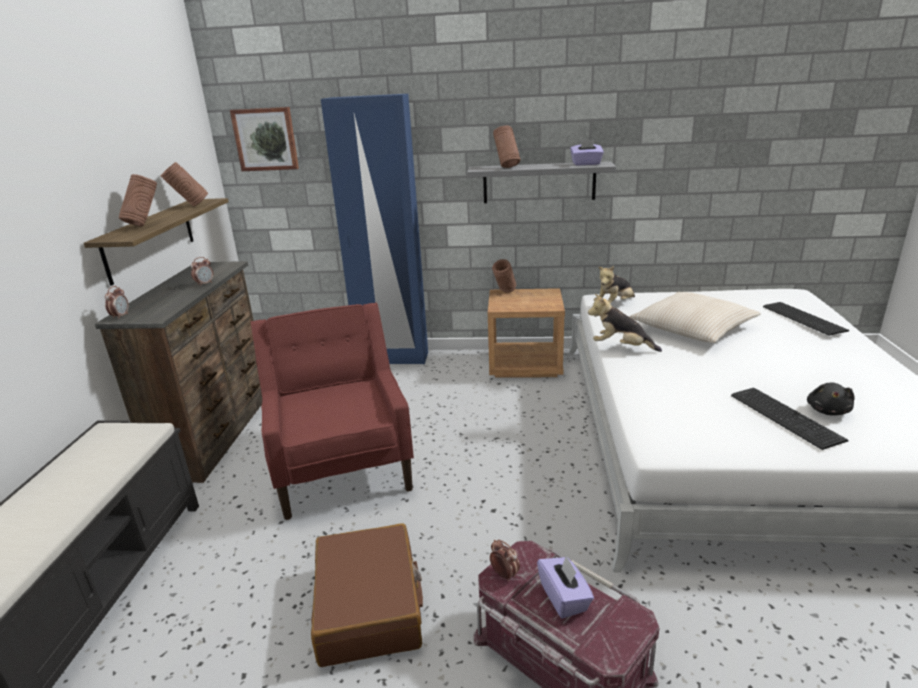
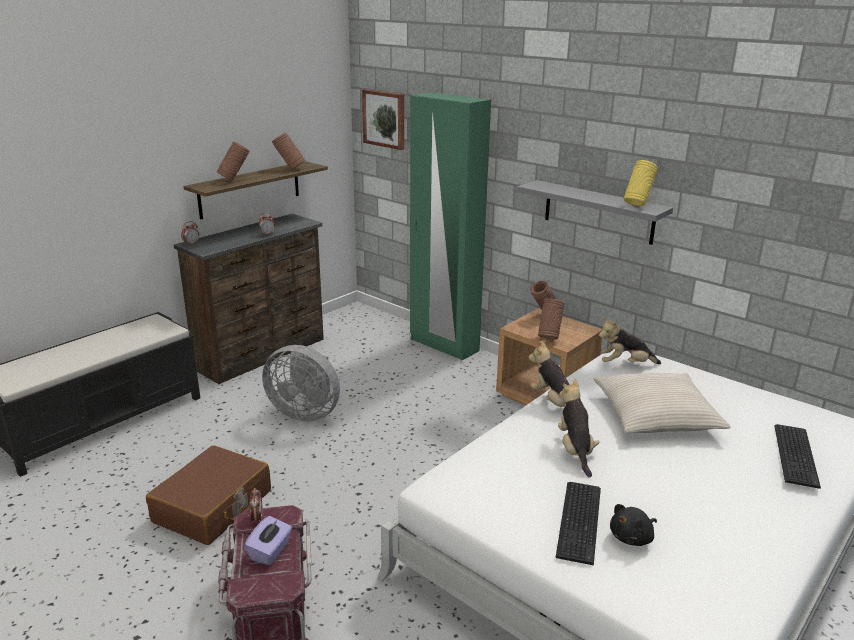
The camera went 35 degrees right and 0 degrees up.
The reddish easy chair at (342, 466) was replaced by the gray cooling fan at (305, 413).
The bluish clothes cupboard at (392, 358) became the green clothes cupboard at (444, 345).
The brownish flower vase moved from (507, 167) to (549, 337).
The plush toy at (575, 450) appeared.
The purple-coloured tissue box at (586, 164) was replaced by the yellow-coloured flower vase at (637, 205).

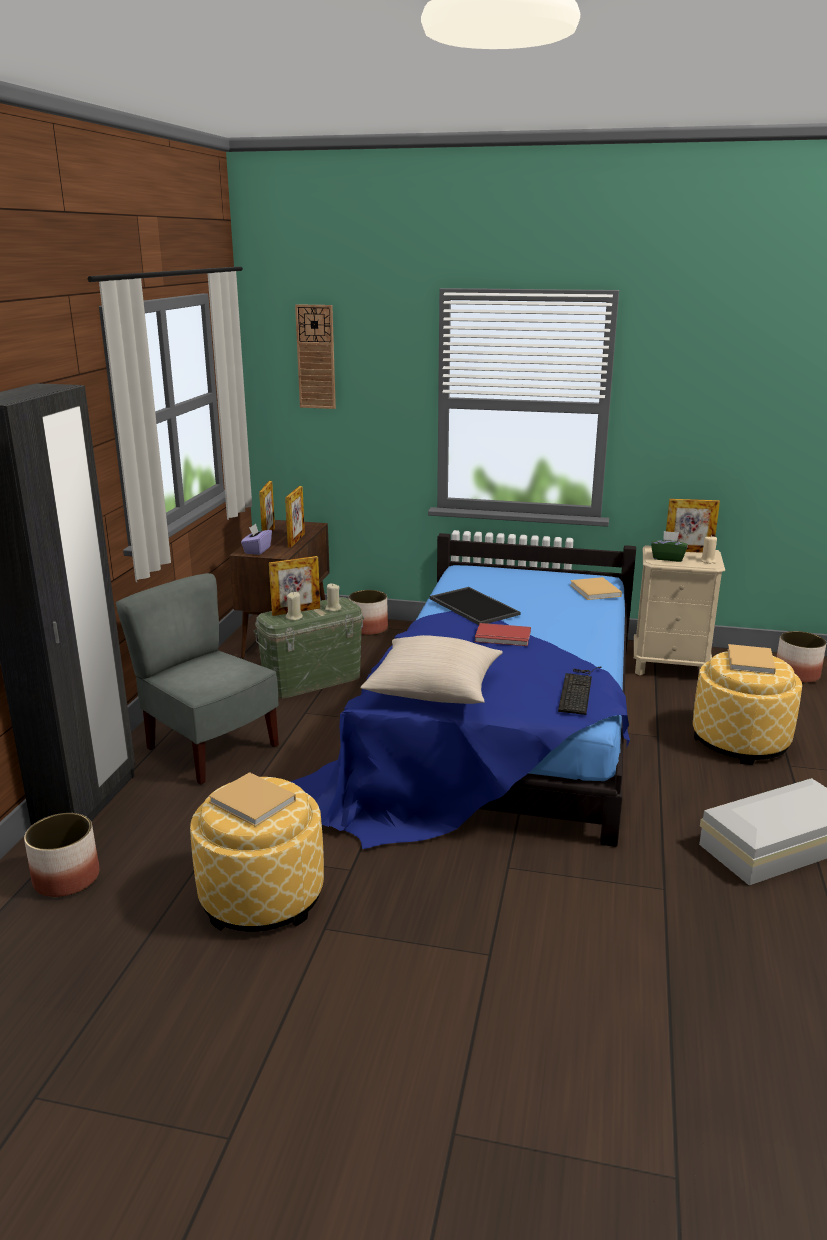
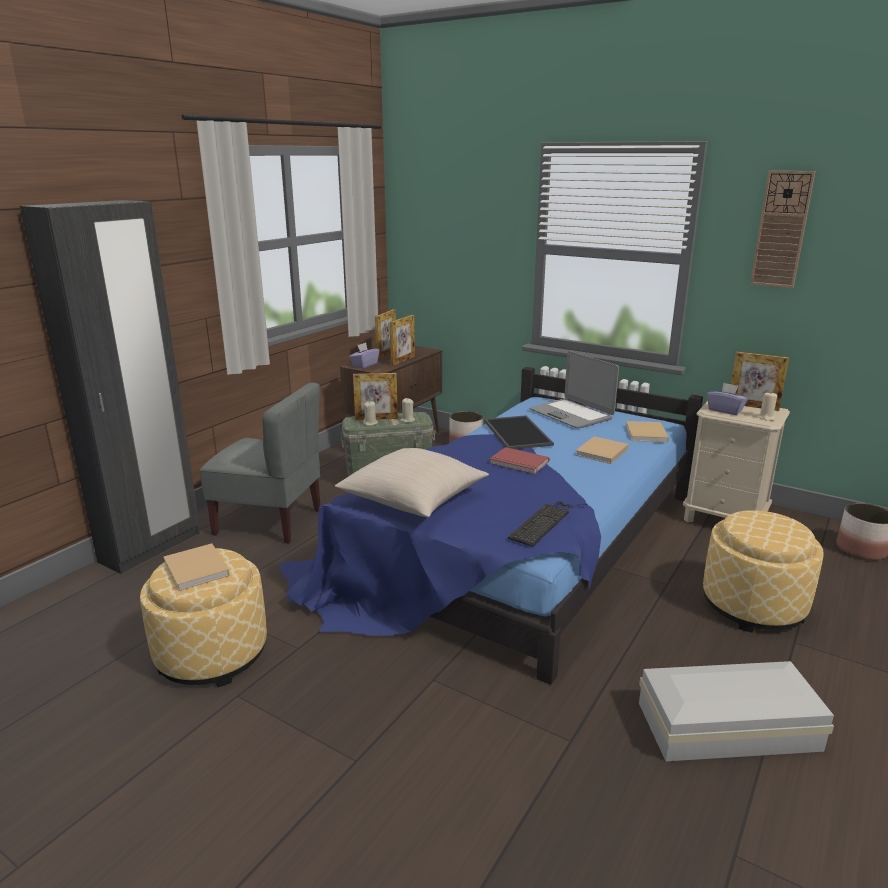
The camera went 20 degrees right and 0 degrees up.
The gray upright chair at (210, 749) turned 135 degrees clockwise.
The laptop at (571, 414) appeared.
The beige-coloured bound book moved from (750, 662) to (601, 452).
The green tissue box at (668, 558) became the purple-coloured tissue box at (725, 410).
The hanging clock moved from (316, 357) to (781, 230).
The planter at (66, 878) disappeared.

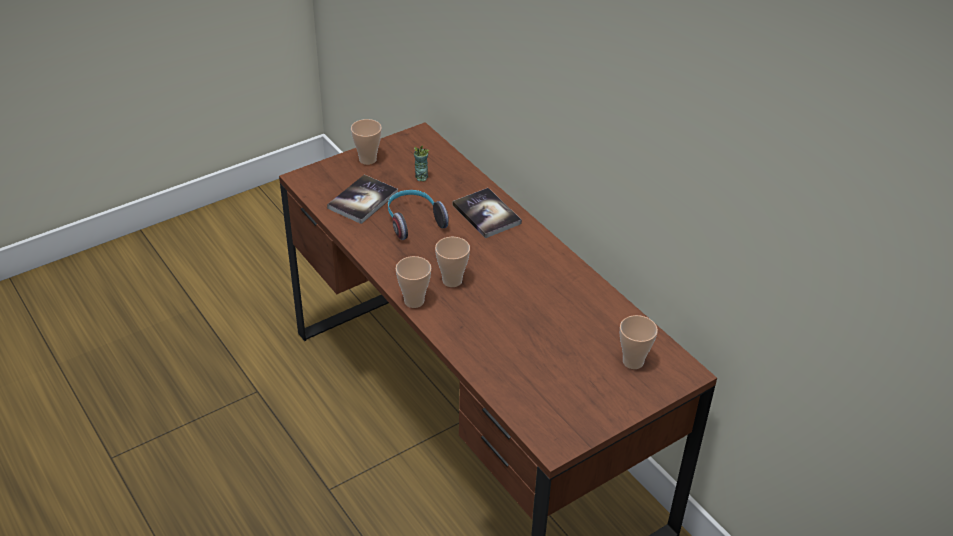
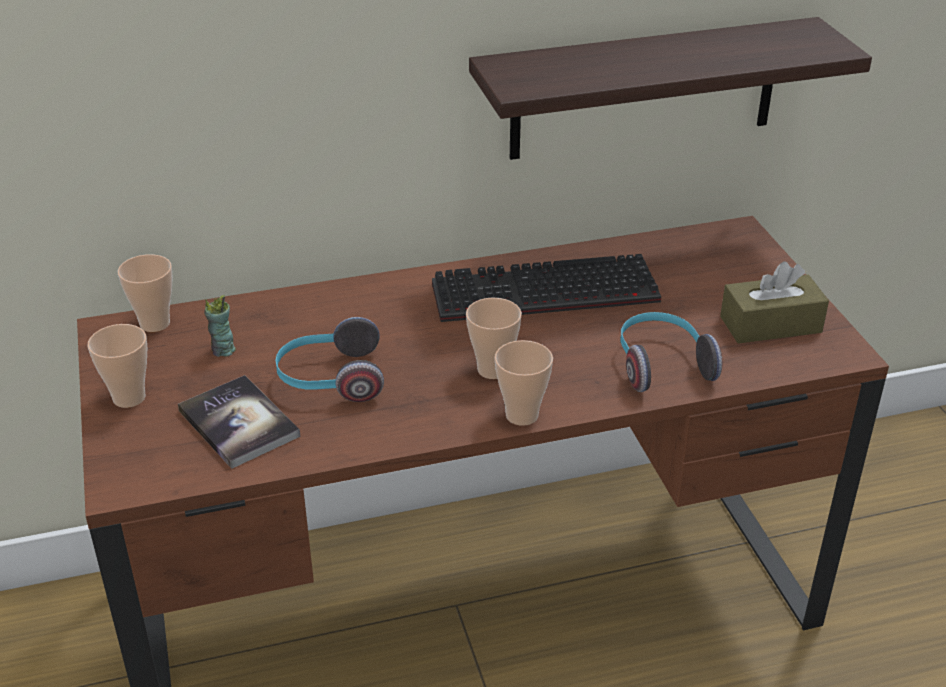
The camera went 70 degrees left and 5 degrees down.
The cup moved from (633, 361) to (155, 323).
The computer keyboard at (542, 296) appeared.
The wall shelf at (644, 89) appeared.
The pair of headphones at (661, 364) appeared.
The brownish tissue box at (770, 324) appeared.
The bound book at (486, 214) disappeared.

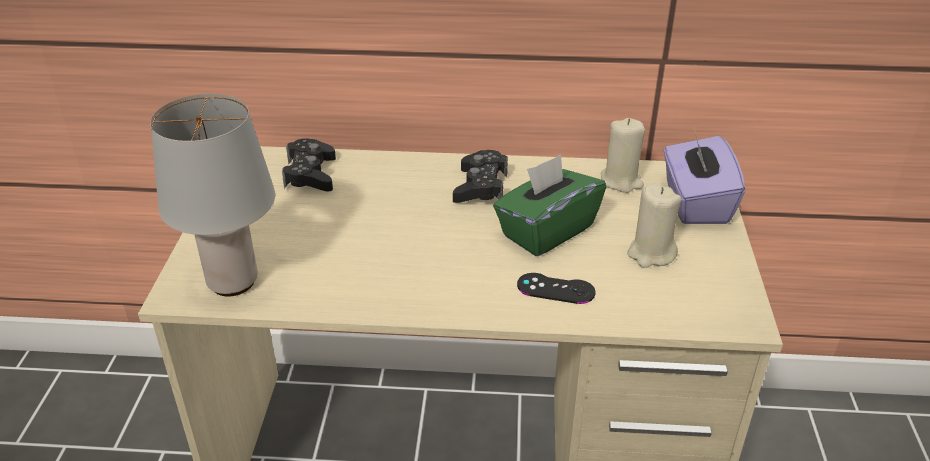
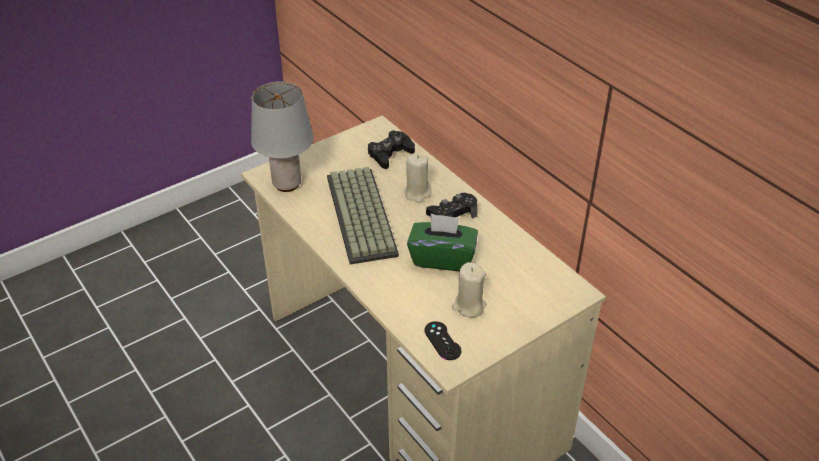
The camera went 50 degrees right and 5 degrees up.
The computer keyboard at (363, 216) appeared.
The beige-coloured wax candle moved from (621, 181) to (417, 193).
The blackish game controller moved from (555, 289) to (442, 341).
The purple-coloured tissue box at (695, 203) disappeared.

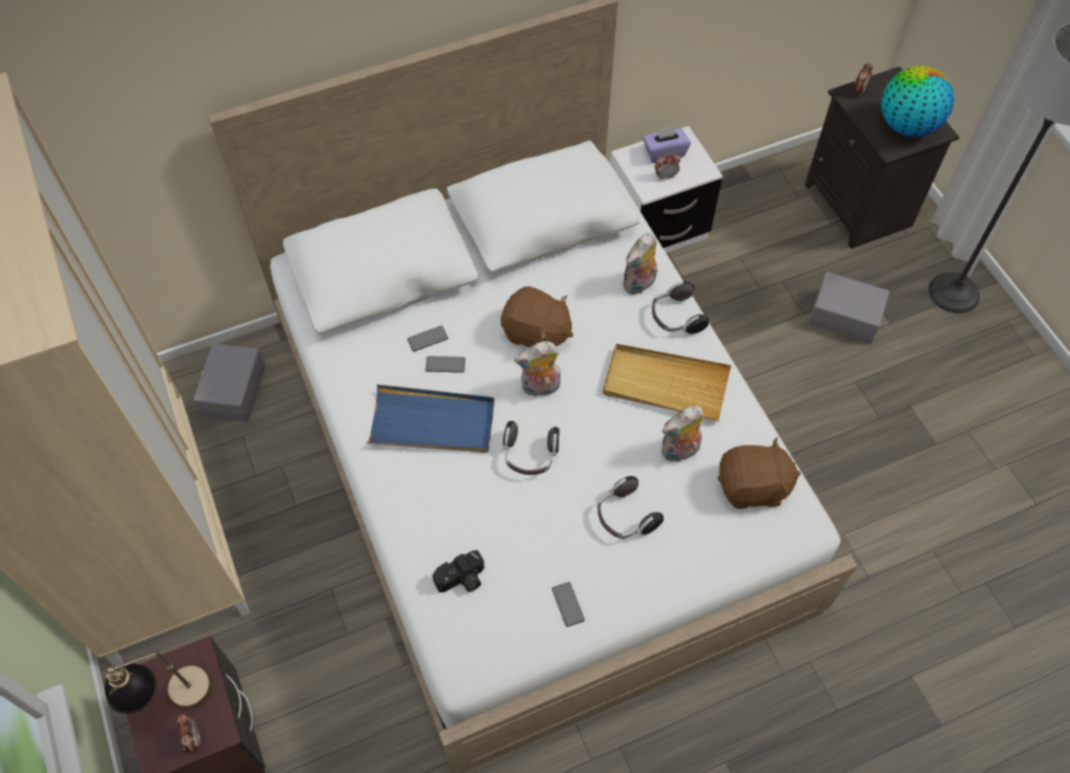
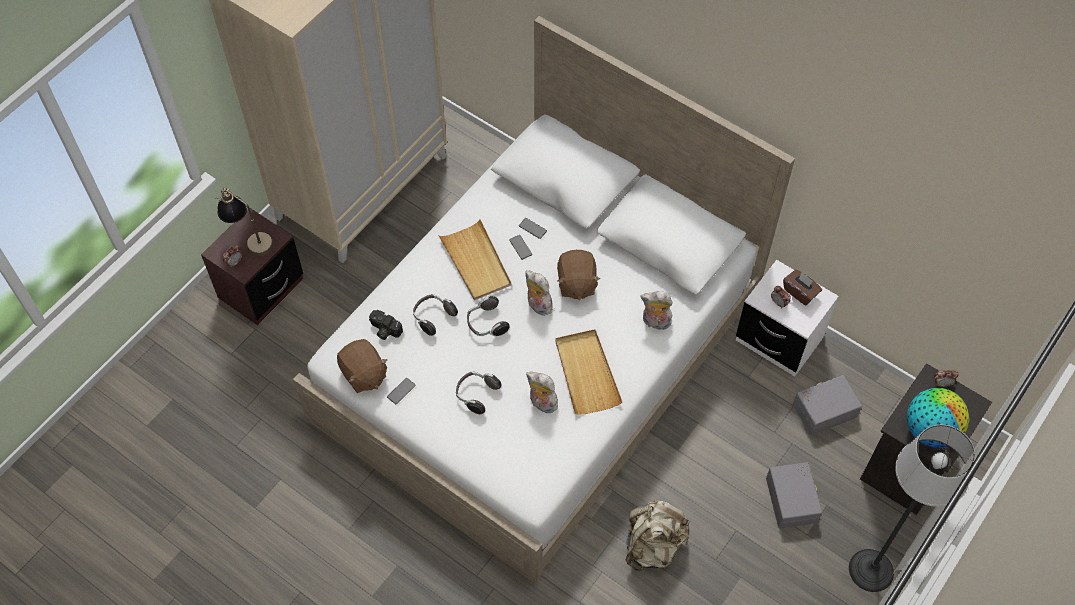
The camera went 60 degrees right and 0 degrees up.
The brownish plush toy moved from (753, 487) to (363, 374).
The pair of headphones moved from (676, 318) to (433, 317).
The bluish serving tray at (432, 423) became the beige-coloured serving tray at (476, 262).
The beige-coloured knapsack at (653, 545) appeared.
The purple-coloured tissue box at (664, 153) became the brownish tissue box at (800, 292).
The gray storage bin moved from (232, 390) to (824, 409).

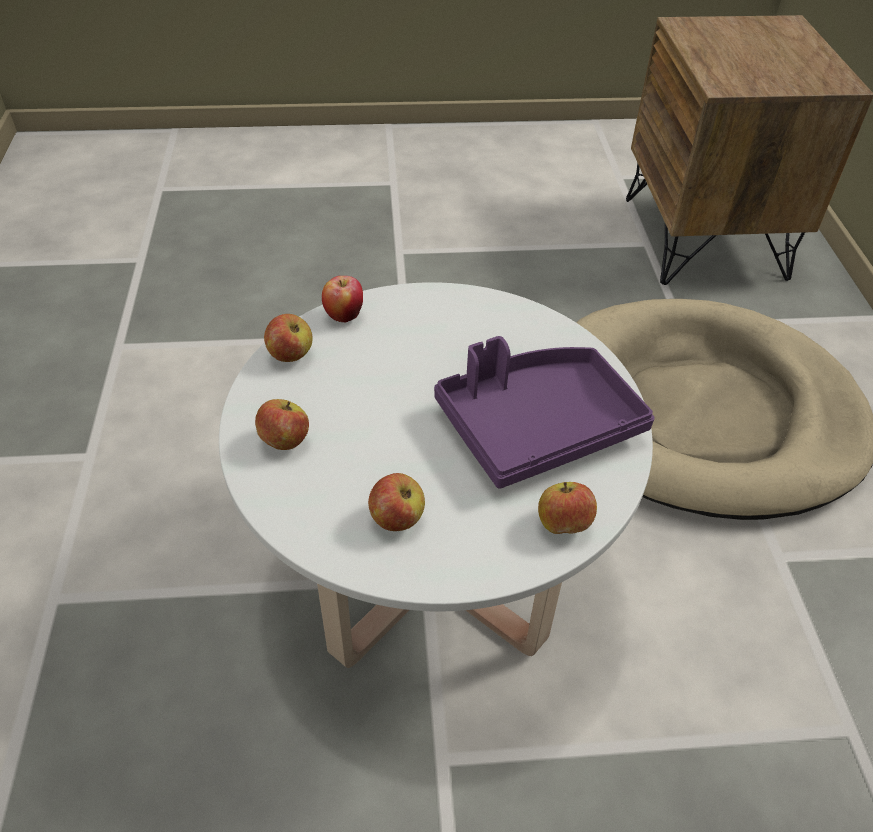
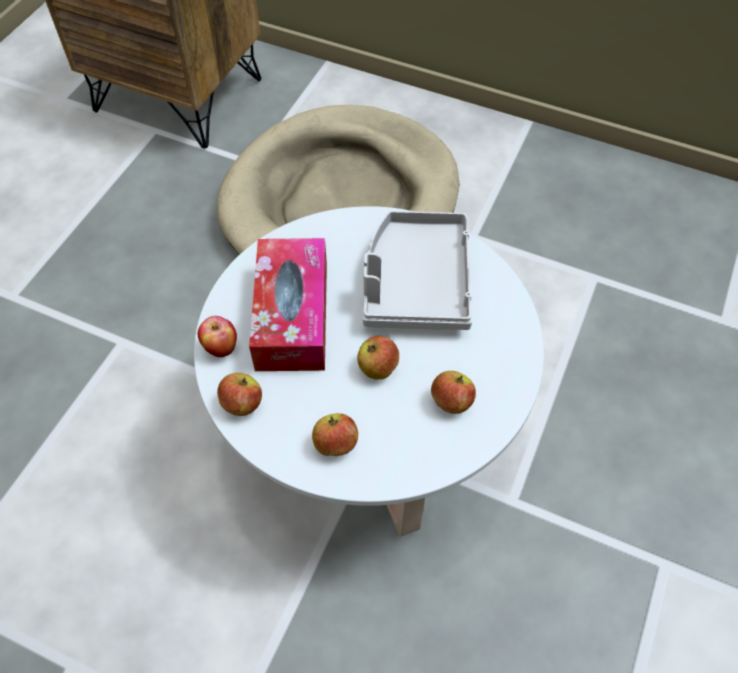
The camera went 60 degrees left and 10 degrees up.
The tissue box at (292, 316) appeared.
The apple fruit moved from (563, 524) to (378, 368).
The purple-coloured serving tray at (537, 426) became the gray serving tray at (416, 282).

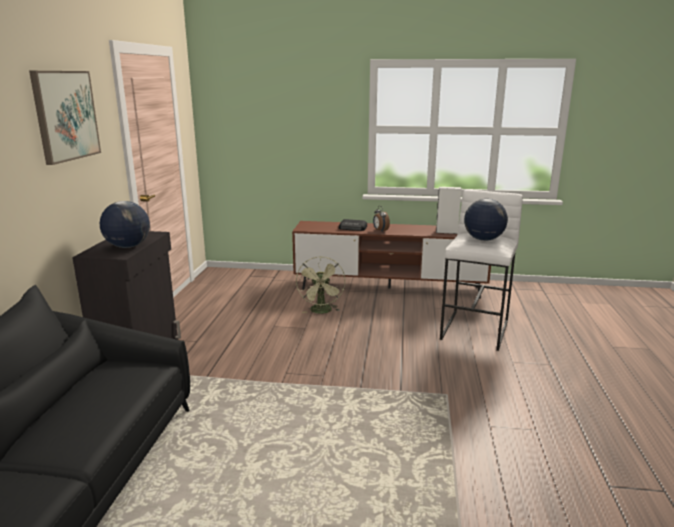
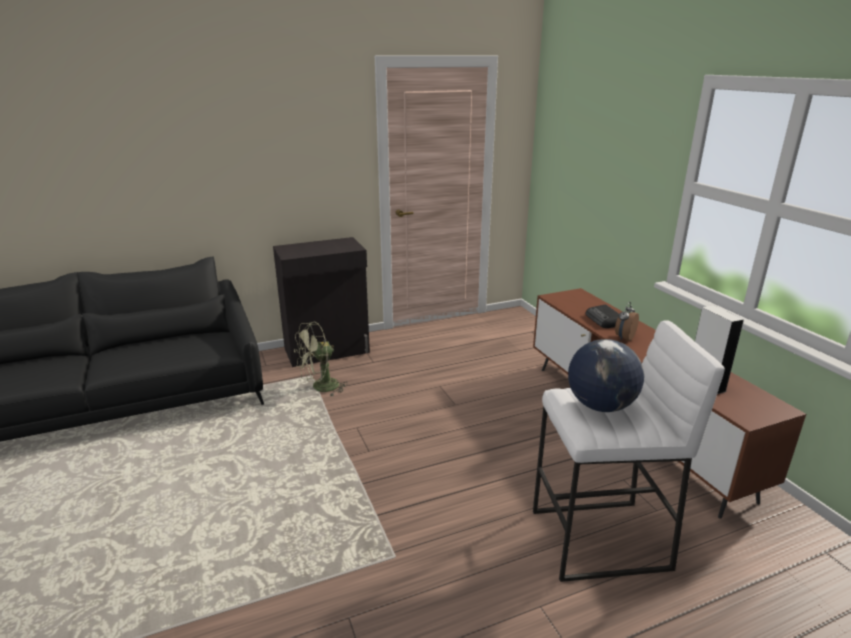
The camera went 60 degrees right and 5 degrees up.
The green cooling fan moved from (322, 312) to (320, 388).
The wall art at (65, 115) disappeared.
The globe at (127, 246) disappeared.

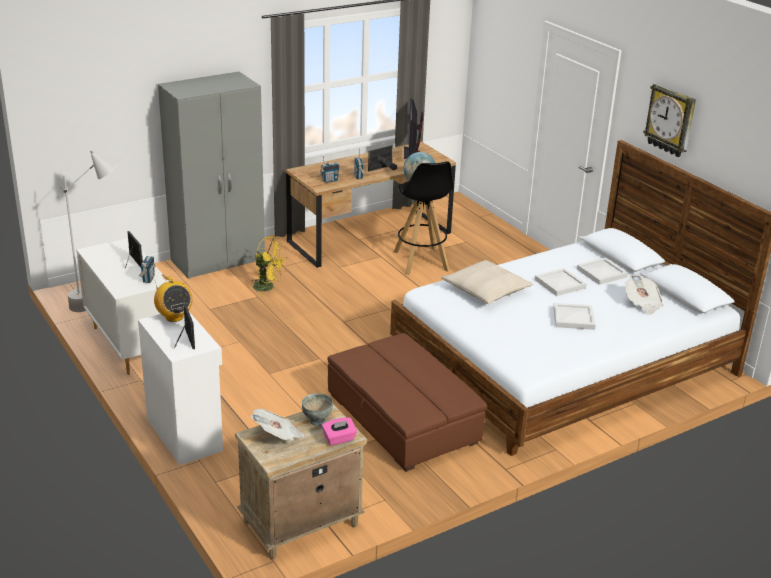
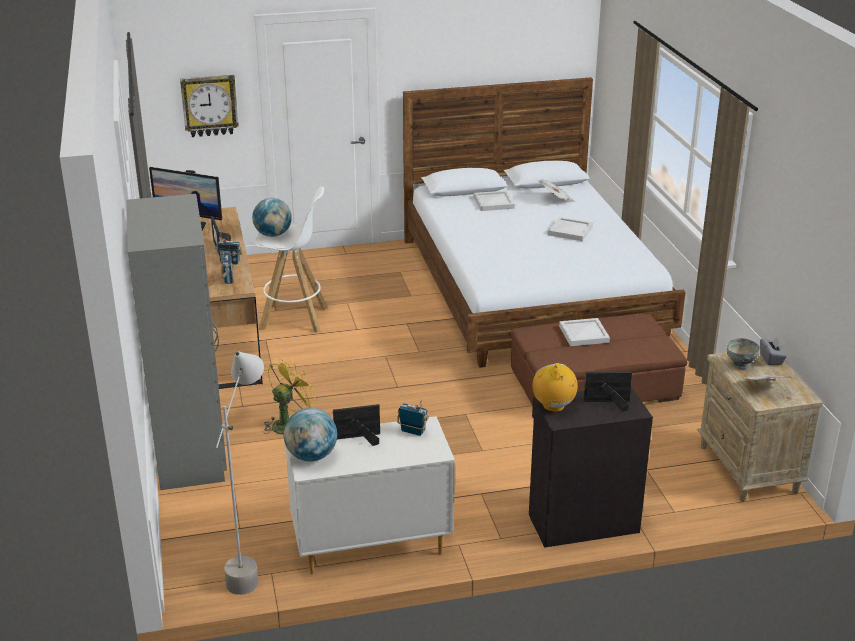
The camera went 70 degrees left and 0 degrees up.
The hanging clock moved from (670, 120) to (209, 105).
The blackish stool at (421, 261) became the white stool at (295, 318).
The globe at (311, 456) appeared.
The white storage cabinet at (185, 434) became the blackish storage cabinet at (582, 522).
The radio set at (174, 317) turned 90 degrees counterclockwise.
The white serving tray moved from (561, 284) to (584, 334).
The pink tissue box at (339, 439) became the gray tissue box at (771, 359).
The beige-coloured throw pillow at (486, 290) disappeared.

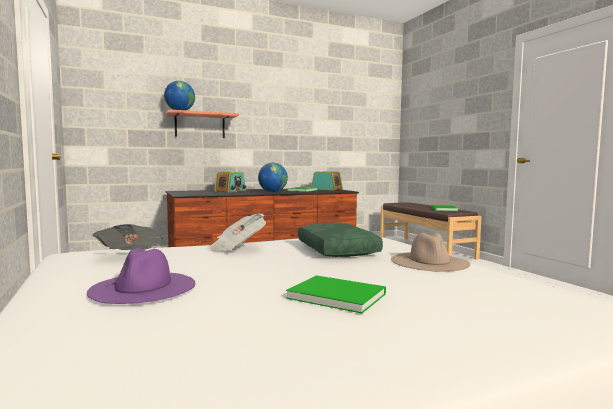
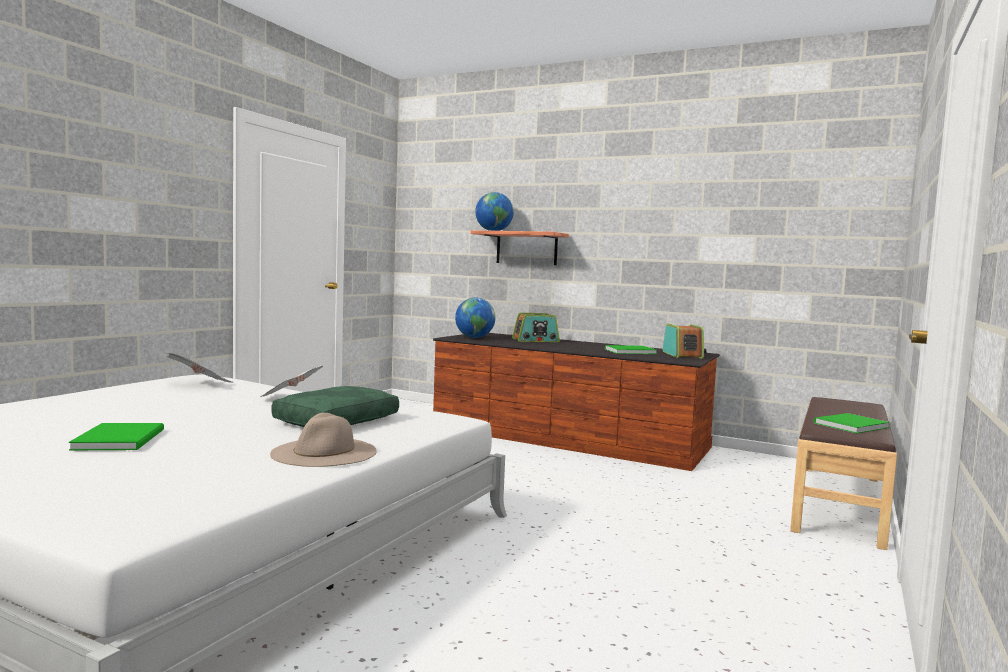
The camera went 50 degrees right and 0 degrees up.
The globe moved from (272, 192) to (474, 337).
The purple-coloured wearable hat at (143, 287) disappeared.

